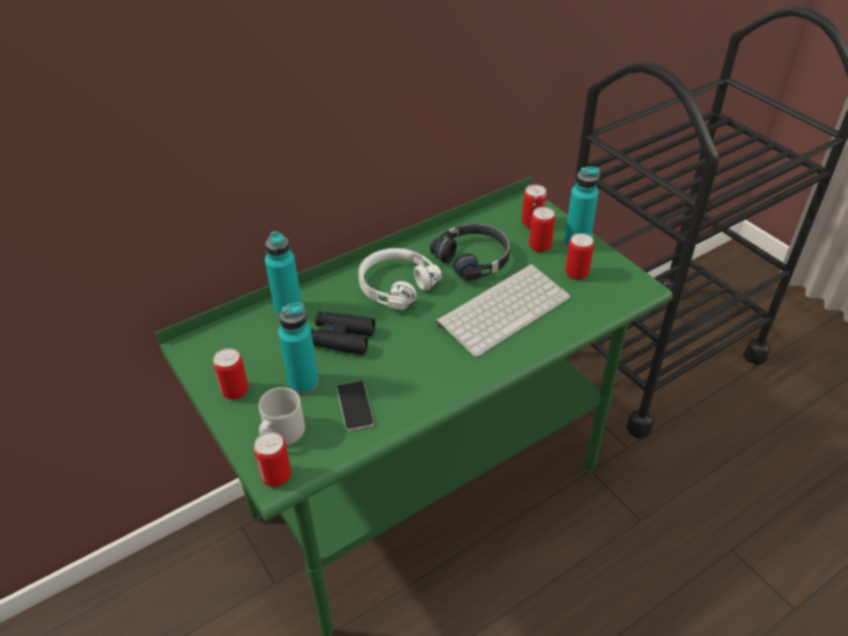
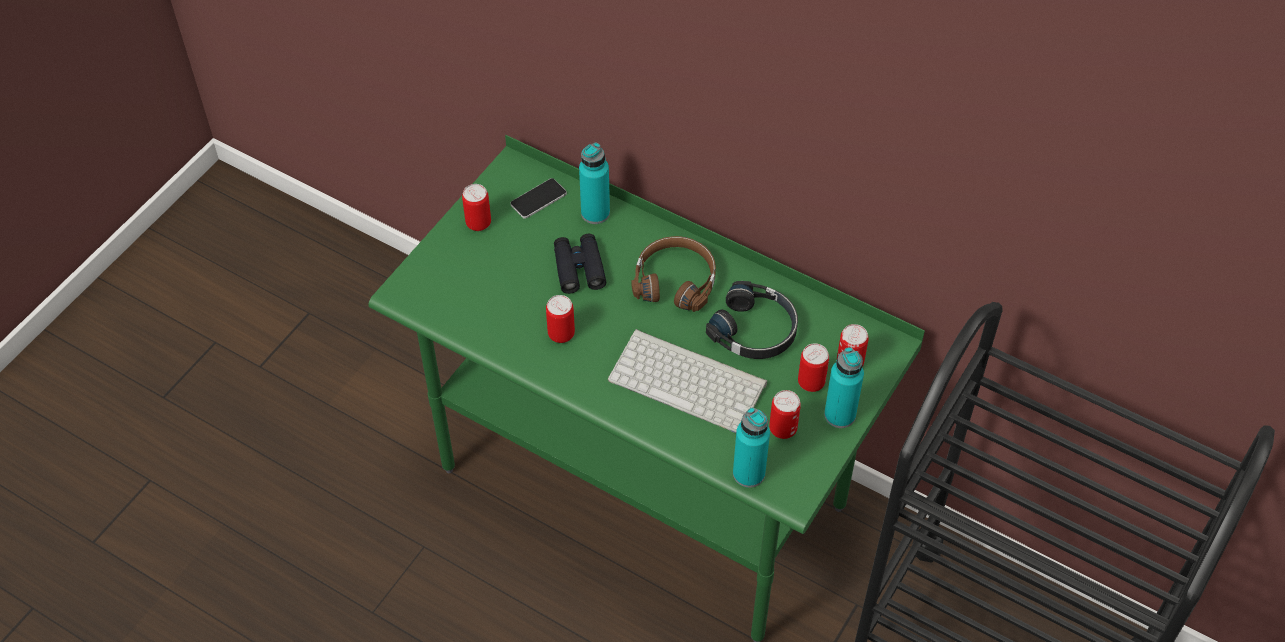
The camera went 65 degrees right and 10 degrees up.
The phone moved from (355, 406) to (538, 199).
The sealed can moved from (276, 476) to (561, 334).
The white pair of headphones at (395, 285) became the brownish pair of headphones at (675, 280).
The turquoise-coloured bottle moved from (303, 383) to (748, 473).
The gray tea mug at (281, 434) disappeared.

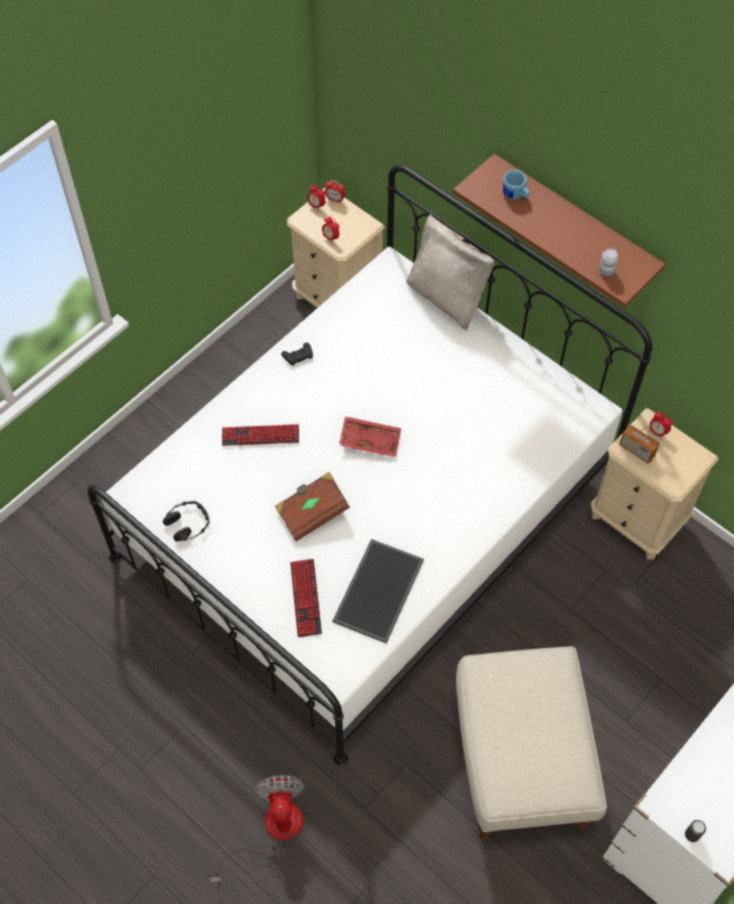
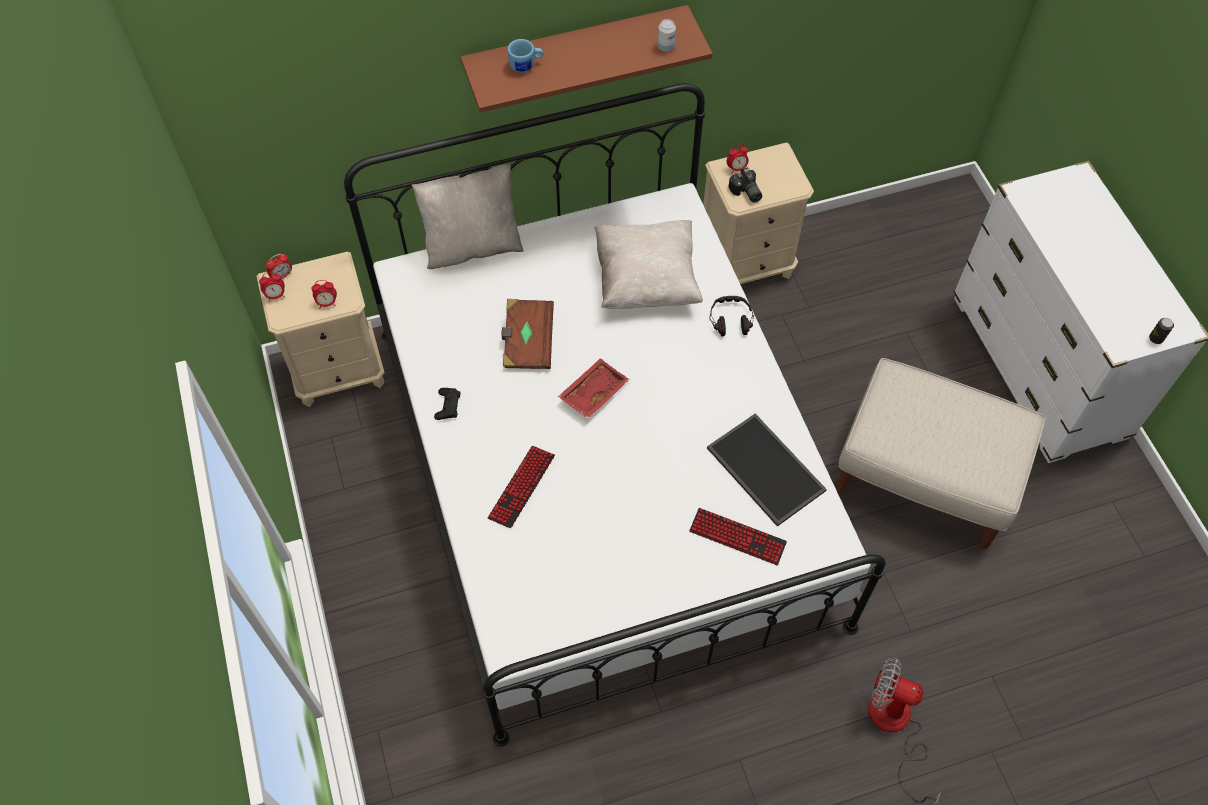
The camera went 60 degrees left and 0 degrees up.
The brownish bound book moved from (312, 512) to (527, 343).
The beige-coloured throw pillow at (646, 281) appeared.
The pair of headphones moved from (187, 523) to (730, 319).
The radio set at (636, 450) was replaced by the photo camera at (745, 193).

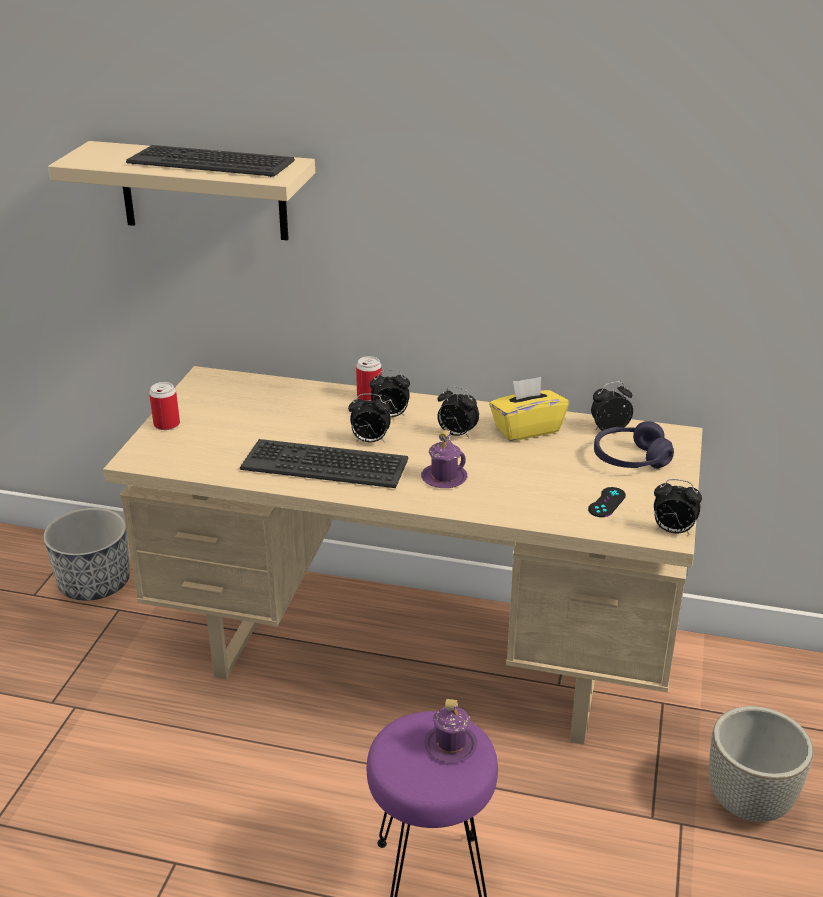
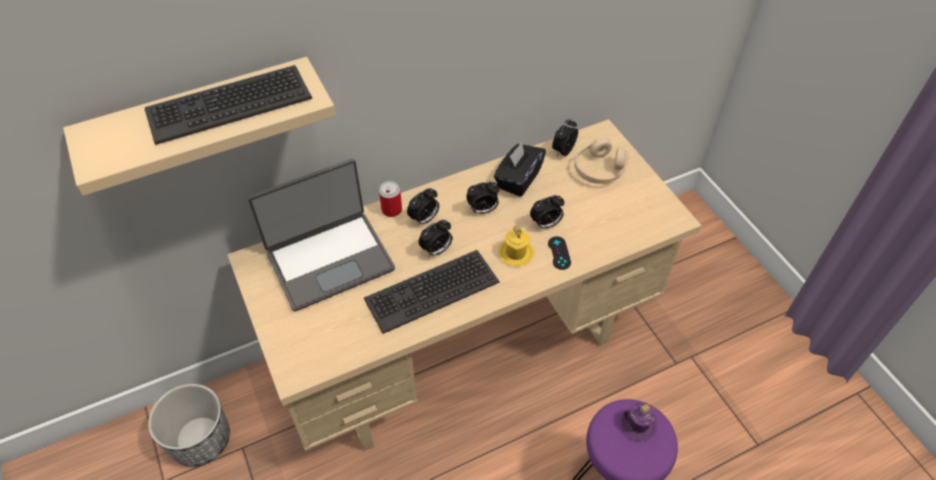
The camera went 40 degrees left and 20 degrees up.
The laptop at (329, 259) appeared.
The yellow-coloured tissue box at (526, 429) became the blackish tissue box at (518, 179).
The purple-coloured tea mug at (444, 478) became the yellow-coloured tea mug at (516, 253).
The alarm clock moved from (672, 531) to (546, 224).
The blackish game controller moved from (607, 502) to (559, 253).
The purple-coloured pair of headphones at (630, 459) became the beige-coloured pair of headphones at (599, 169).
The sealed can at (166, 424) disappeared.
The gray planter at (749, 802) disappeared.

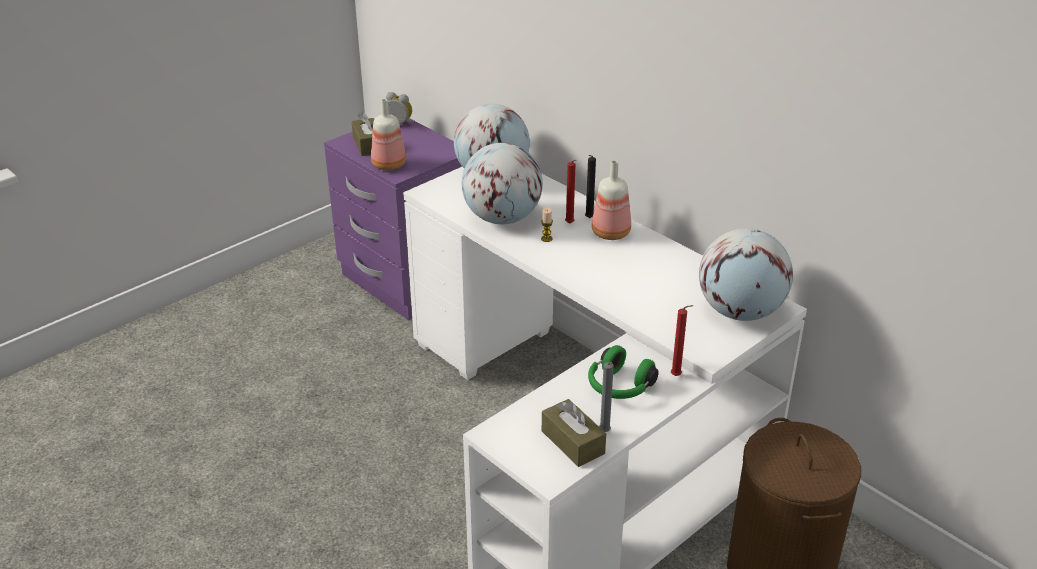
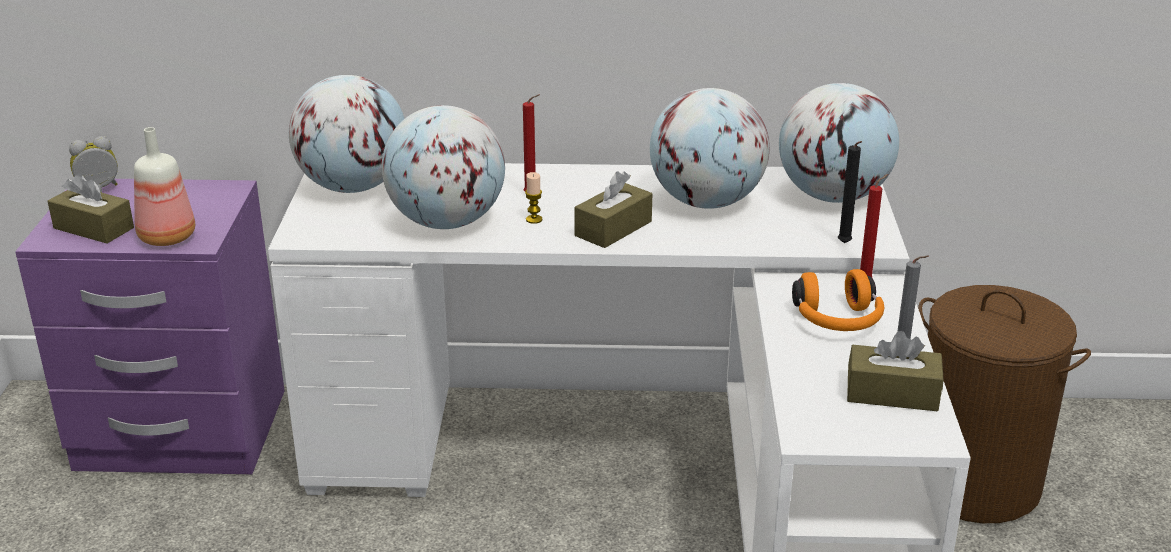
The camera went 45 degrees left and 5 degrees down.
The brownish tissue box at (613, 229) appeared.
The globe at (706, 202) appeared.
The green pair of headphones at (619, 387) became the orange pair of headphones at (838, 321).
The blackish wax candle moved from (588, 218) to (845, 244).
The bottle at (611, 232) disappeared.

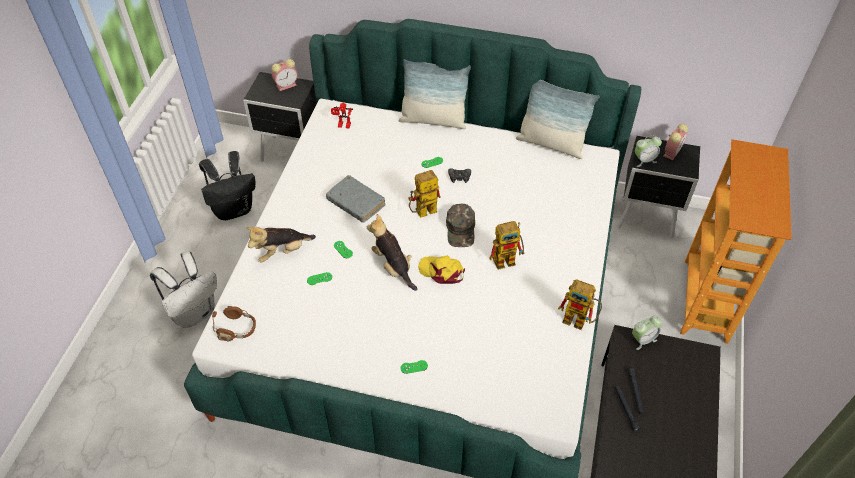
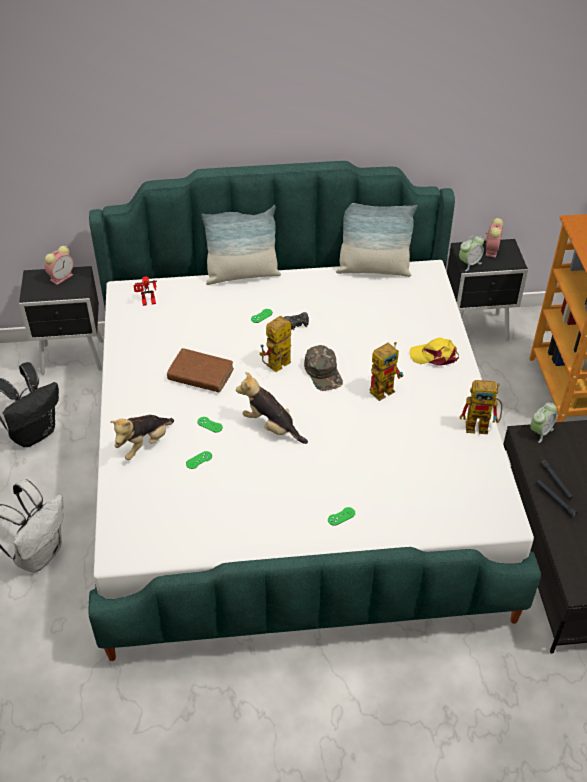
The camera went 20 degrees left and 5 degrees down.
The gray bound book at (356, 203) became the brownish bound book at (201, 375).
The yellow-coloured peaked cap moved from (442, 271) to (434, 356).
The brownish pair of headphones at (238, 329) disappeared.

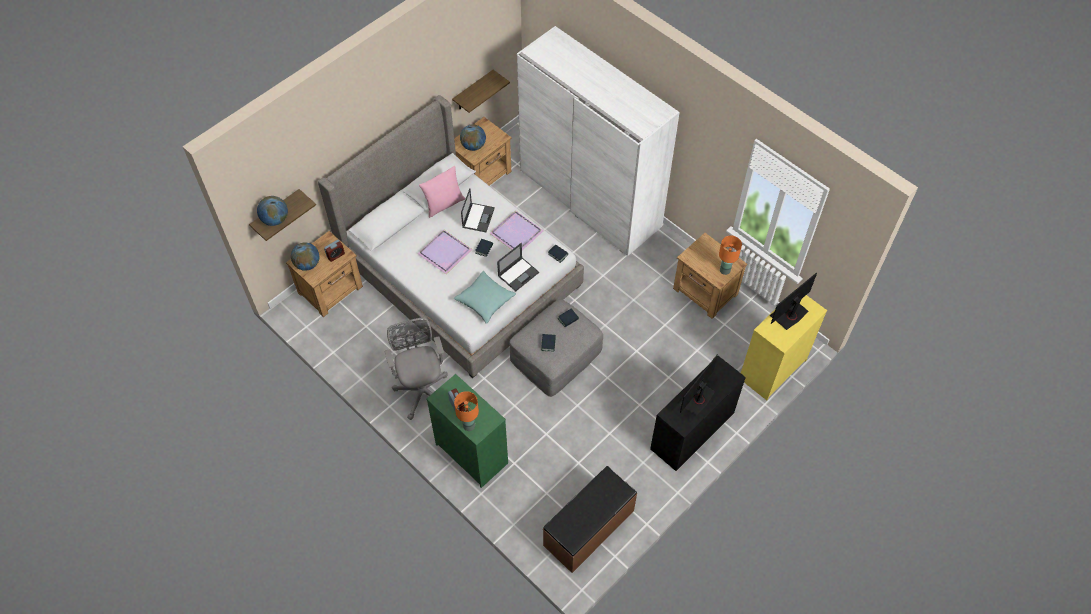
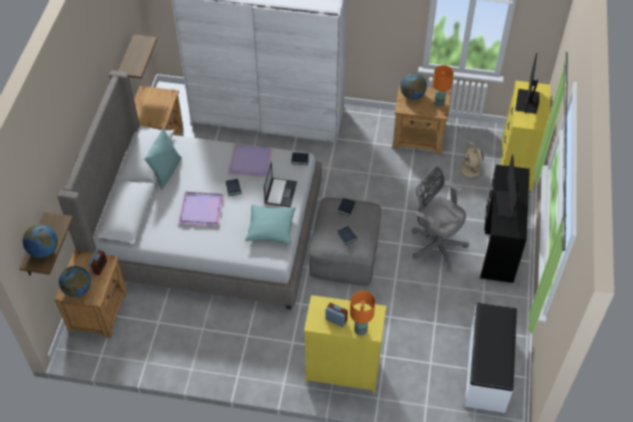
The camera went 35 degrees left and 5 degrees down.
The pink throw pillow at (444, 204) became the turquoise-coloured throw pillow at (166, 172).
The green drawer chest at (472, 453) became the yellow-coloured drawer chest at (343, 370).
The globe moved from (473, 146) to (412, 95).
The gray computer chair moved from (422, 389) to (435, 244).
The beige-coloured cooling fan at (470, 171) appeared.
The brownish bench at (589, 528) became the white bench at (488, 369).
The laptop at (478, 217) disappeared.

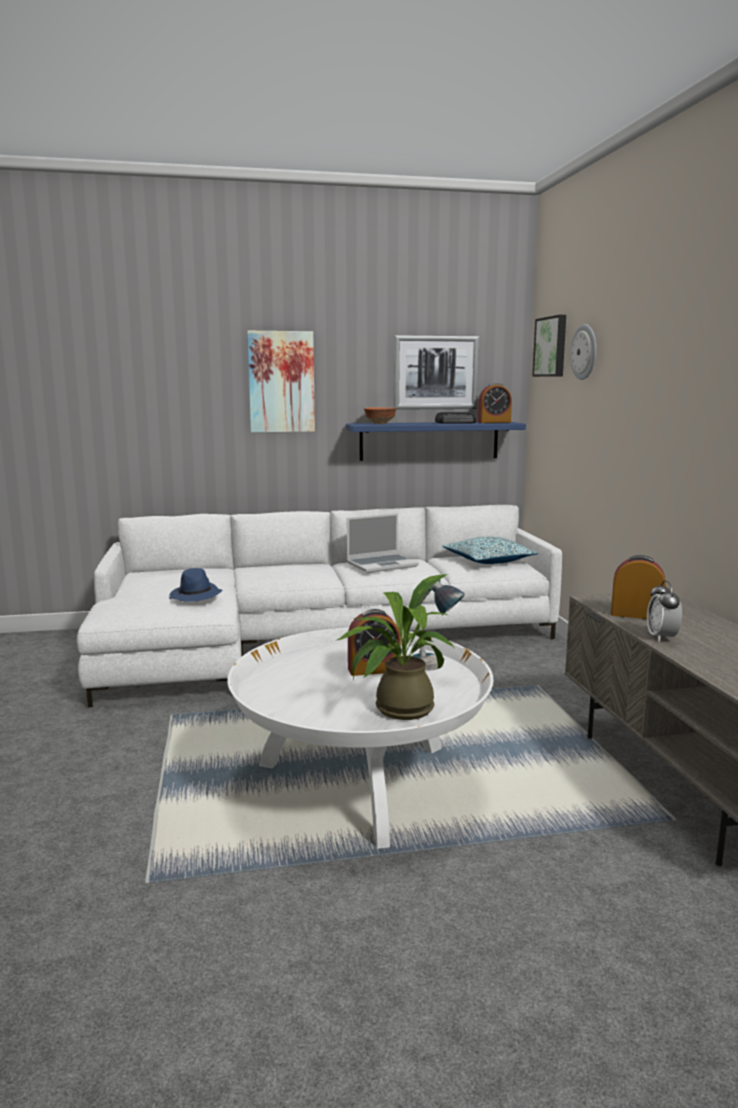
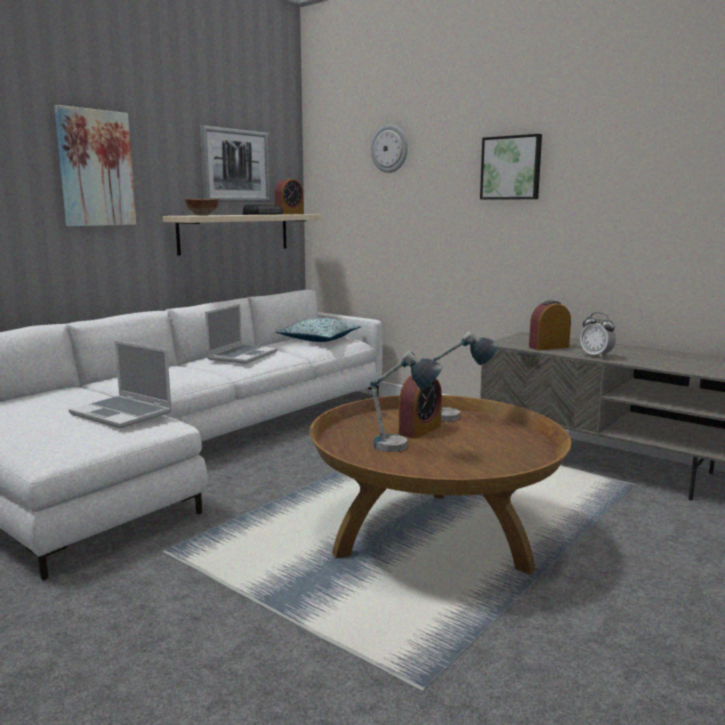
The camera went 40 degrees left and 0 degrees up.
The bluish wearable hat at (196, 596) was replaced by the laptop at (123, 414).
The bluish wall shelf at (429, 441) became the beige-coloured wall shelf at (235, 233).
The white lounge table at (361, 782) became the brownish lounge table at (434, 537).
The lamp for a table at (403, 449) appeared.
The wall art moved from (552, 347) to (511, 168).
The houseplant at (397, 710) disappeared.

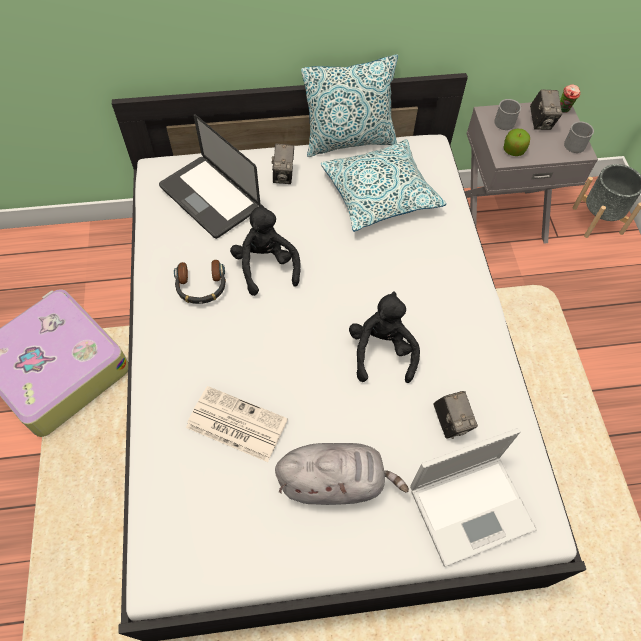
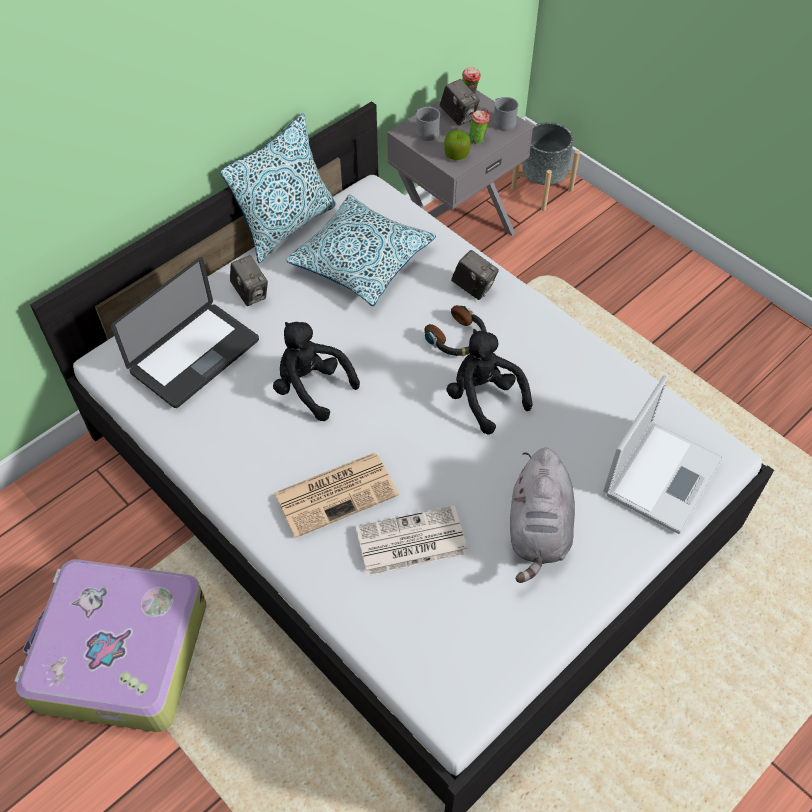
The camera went 35 degrees left and 5 degrees down.
The laptop at (209, 198) turned 60 degrees counterclockwise.
The newspaper at (337, 493) appeared.
The pair of headphones moved from (201, 286) to (457, 338).
The photo camera moved from (451, 422) to (473, 287).
The cup at (478, 139) appeared.
The gray plush toy at (335, 481) turned 135 degrees clockwise.

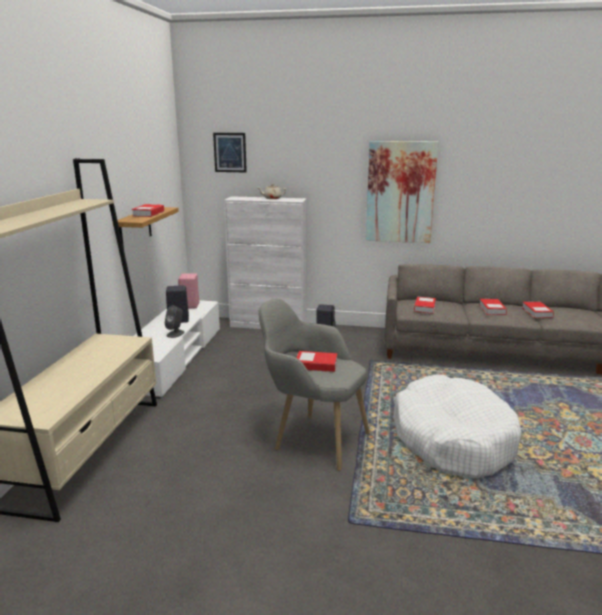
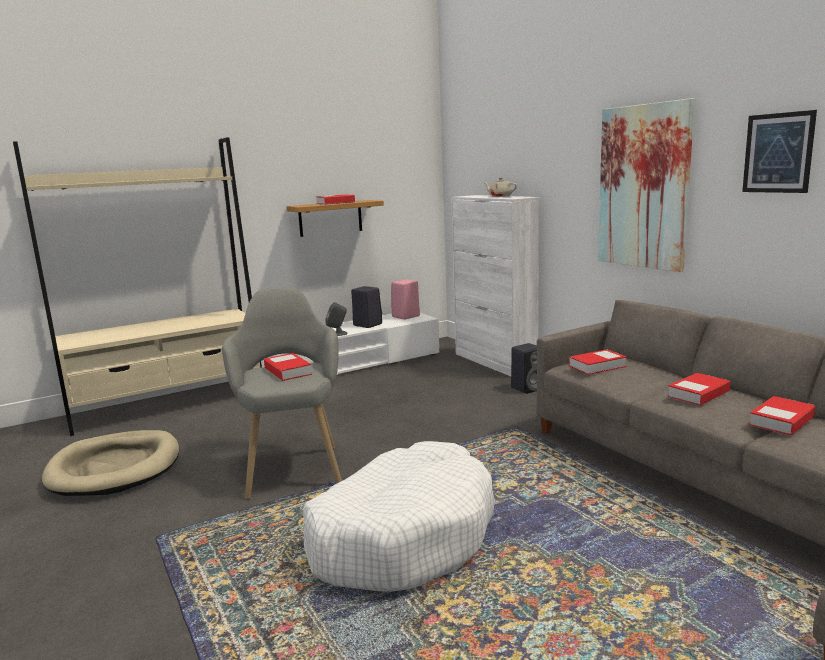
The camera went 50 degrees right and 5 degrees down.
The beige-coloured dog bed at (115, 468) appeared.
The wall art moved from (230, 152) to (778, 153).

